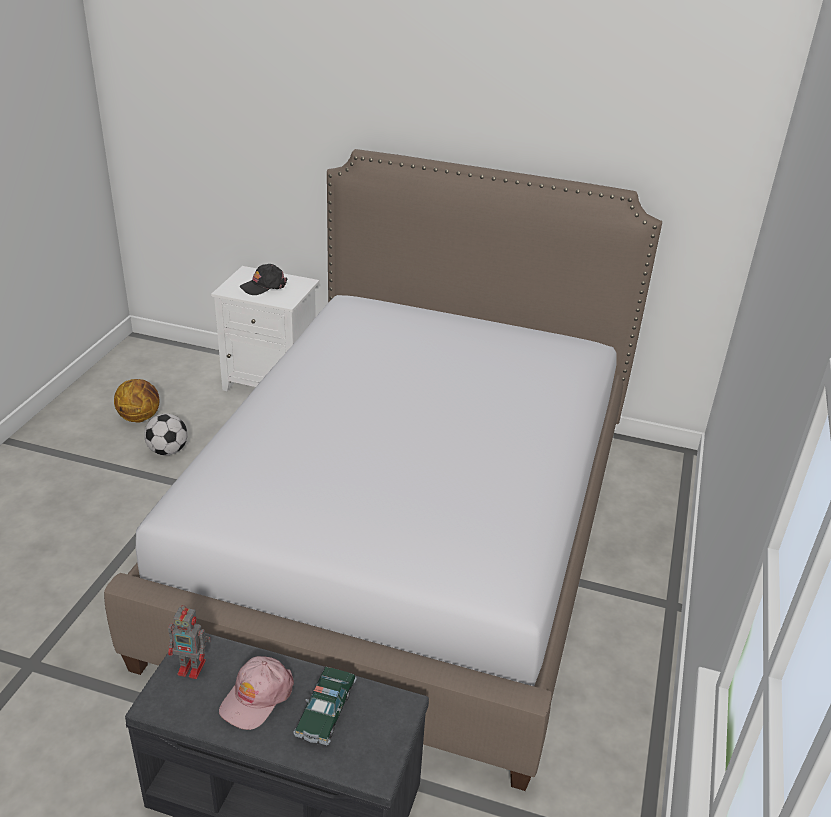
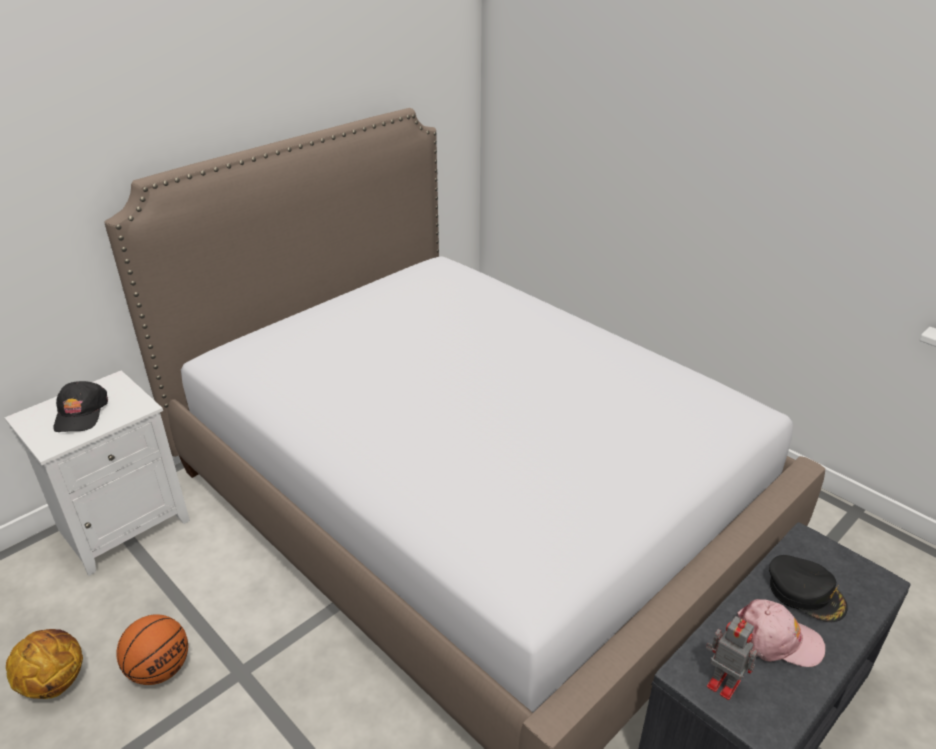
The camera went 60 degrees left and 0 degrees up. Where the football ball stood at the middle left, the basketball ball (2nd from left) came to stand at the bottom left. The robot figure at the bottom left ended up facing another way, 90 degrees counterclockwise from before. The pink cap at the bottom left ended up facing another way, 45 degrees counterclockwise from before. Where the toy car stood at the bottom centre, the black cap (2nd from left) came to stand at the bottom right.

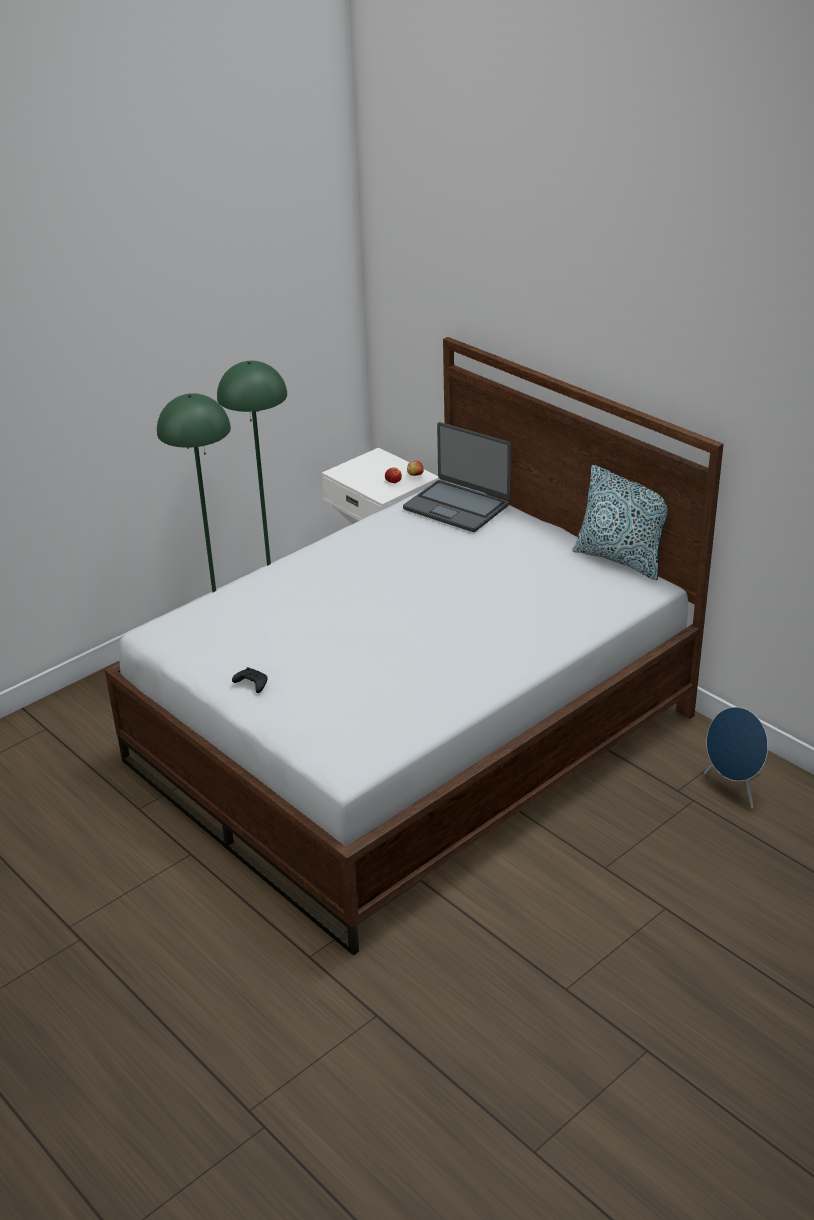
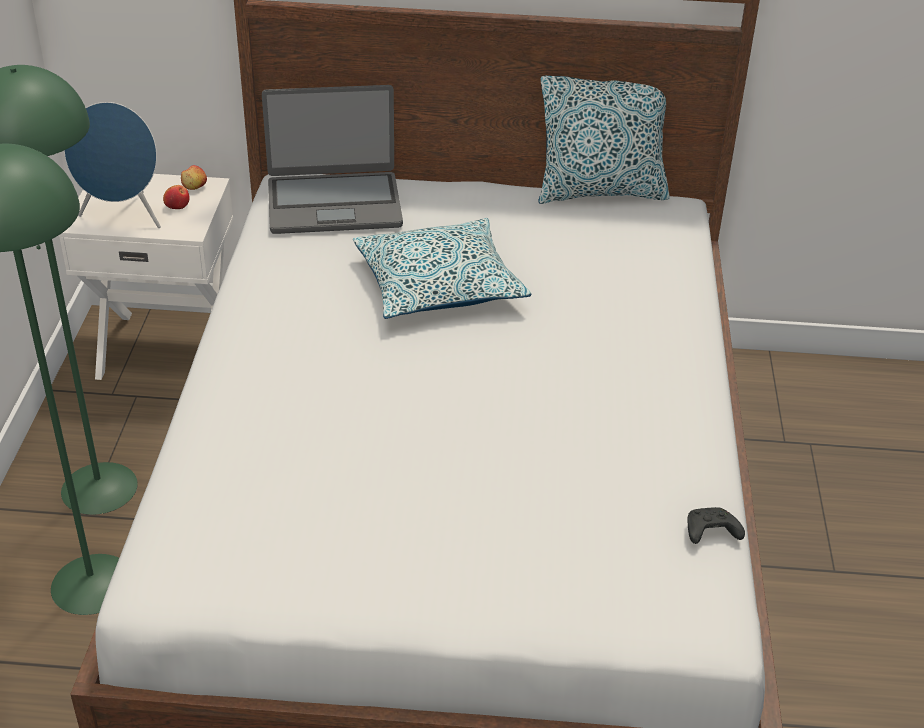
The camera went 45 degrees left and 5 degrees up. The bluish speaker ended up elsewhere, having gone from the middle right to the top left. The second view gained the throw pillow (1st from left) at the centre. The black joypad ended up elsewhere, having gone from the middle left to the bottom right.

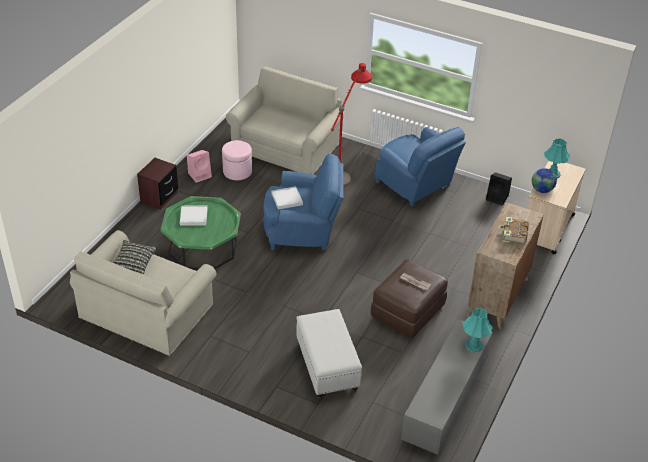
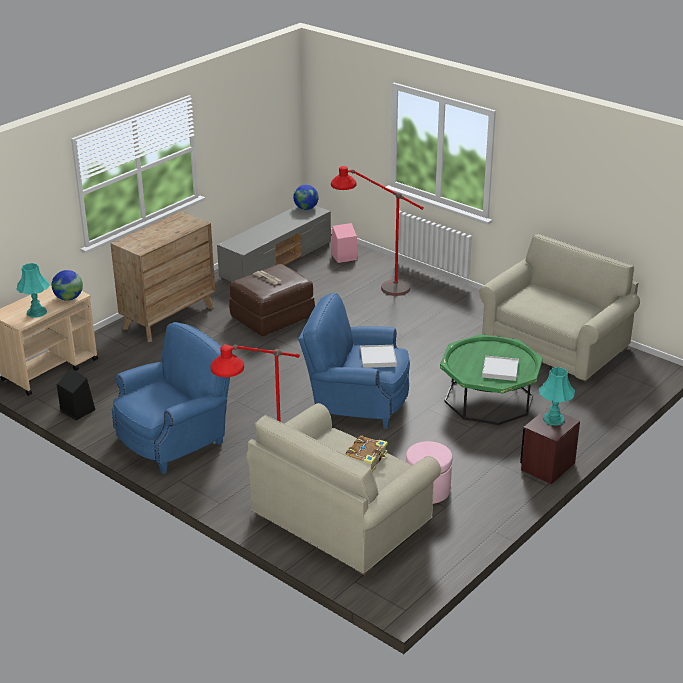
The camera went 165 degrees left and 10 degrees down. The bluish armchair (2nd from left in the first image) at the centre ended up facing another way, 75 degrees clockwise from before. The second view gained the desk globe (2nd from left) at the top centre. Where the white-coloured footrest stood at the bottom centre, the red standard lamp (2nd from left) came to stand at the centre. The pink speaker ended up elsewhere, having gone from the middle left to the centre. The book ended up elsewhere, having gone from the middle right to the centre. The turquoise-coloured lamp for a table (1st from left in the first image) ended up elsewhere, having gone from the bottom right to the middle right. The second view lost the throw pillow at the middle left.

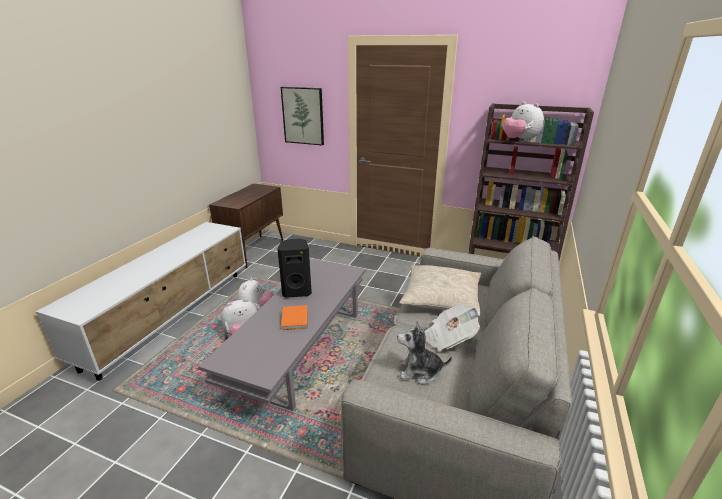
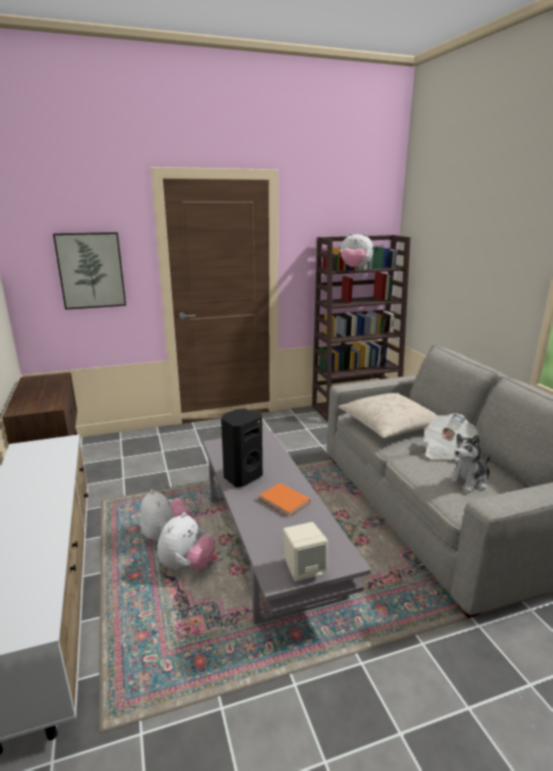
The camera went 40 degrees left and 5 degrees down. The second view gained the sand-coloured speaker at the bottom centre.

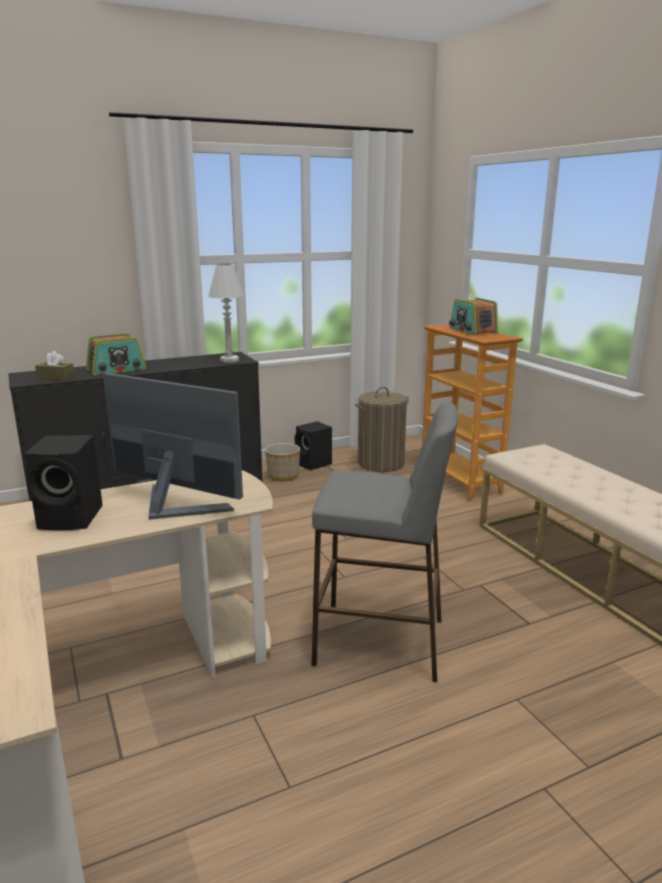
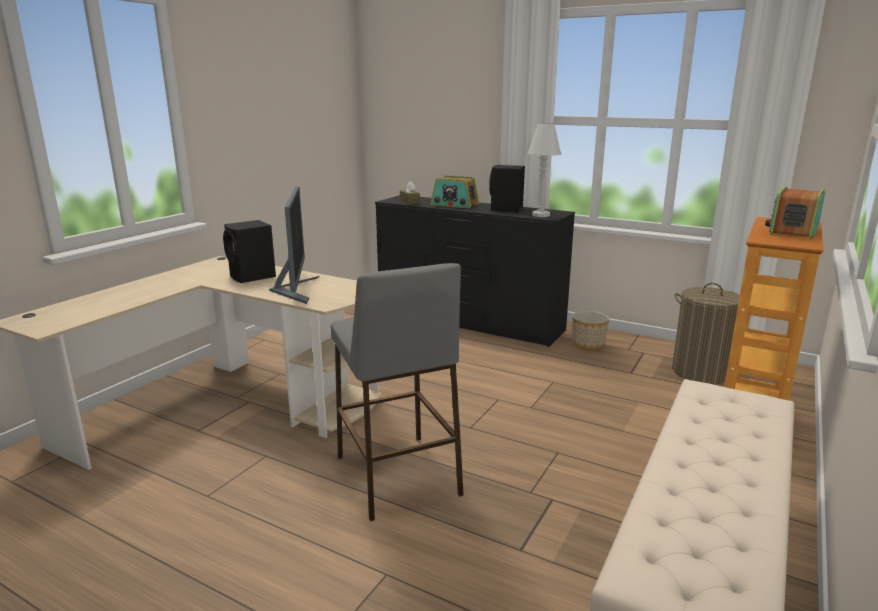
The camera went 55 degrees right and 0 degrees up. The black speaker (2nd from left) ended up elsewhere, having gone from the centre to the top centre.

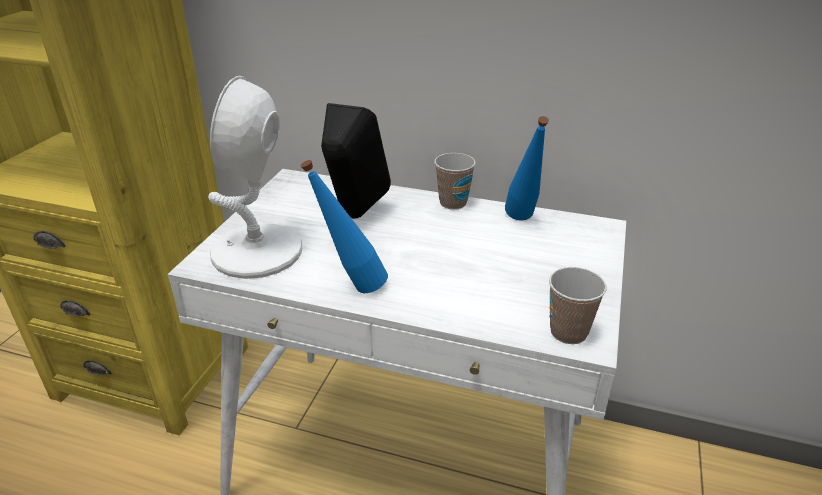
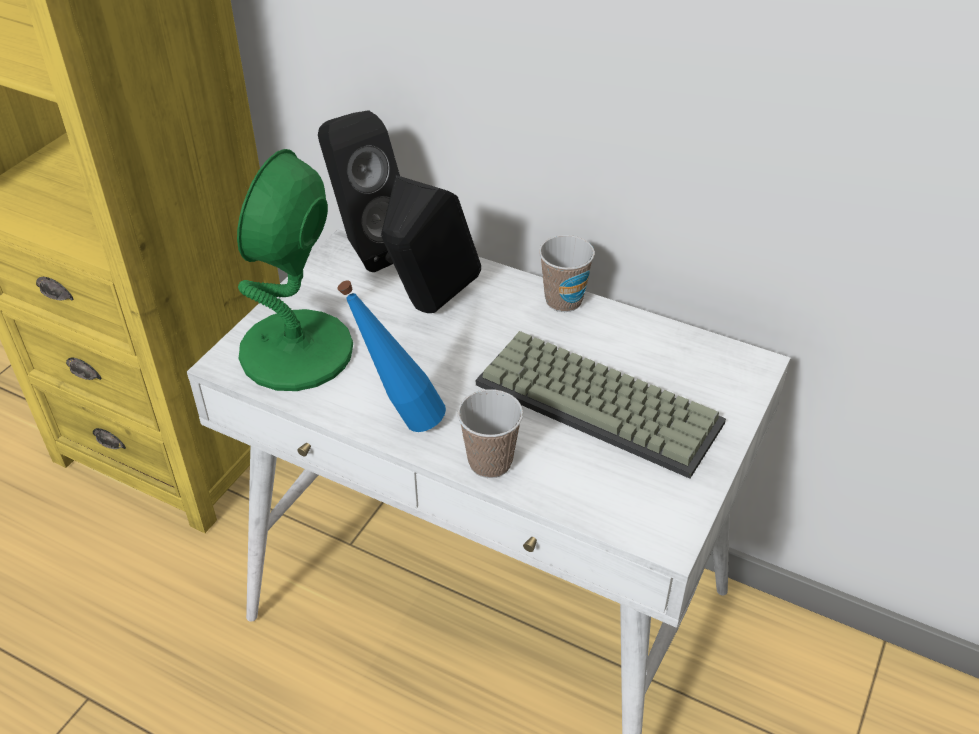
The camera went 10 degrees right and 10 degrees up. What was the white-coloured lamp for a table at the middle left turned into the greenish lamp for a table at the middle left. The second view gained the black speaker (1st from left) at the top centre. The small cup (2nd from left in the first image) ended up elsewhere, having gone from the middle right to the centre. The second view gained the computer keyboard at the centre. The second view lost the bluish beverage bottle (2nd from left) at the centre.

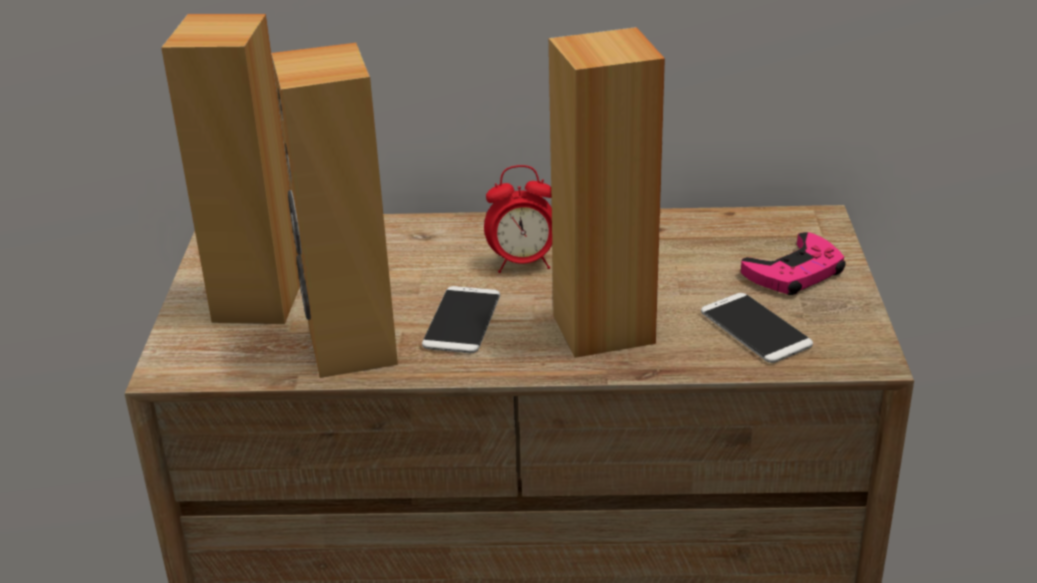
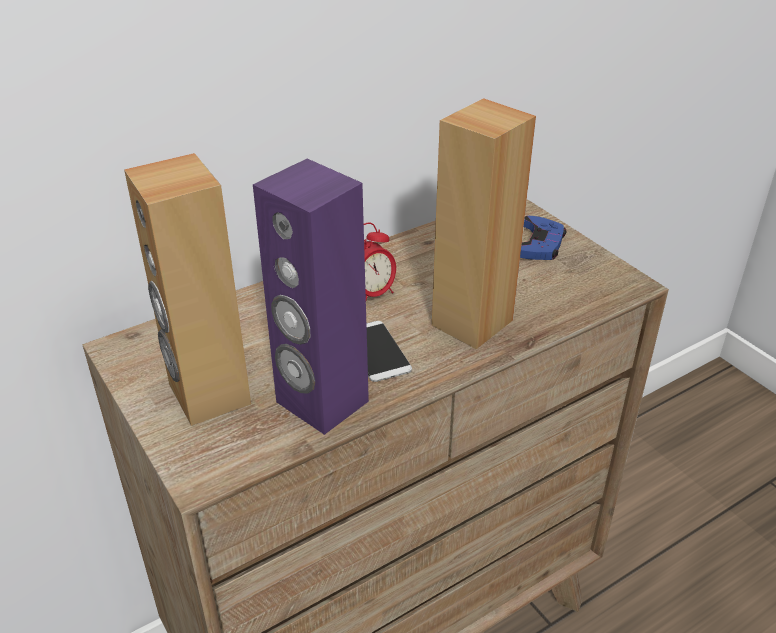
The camera went 35 degrees left and 5 degrees up. What was the brownish speaker (2nd from left) at the middle left turned into the purple-coloured speaker at the centre. What was the pink joypad at the middle right turned into the bluish joypad at the middle right. The second view lost the telephone (2nd from left) at the middle right.

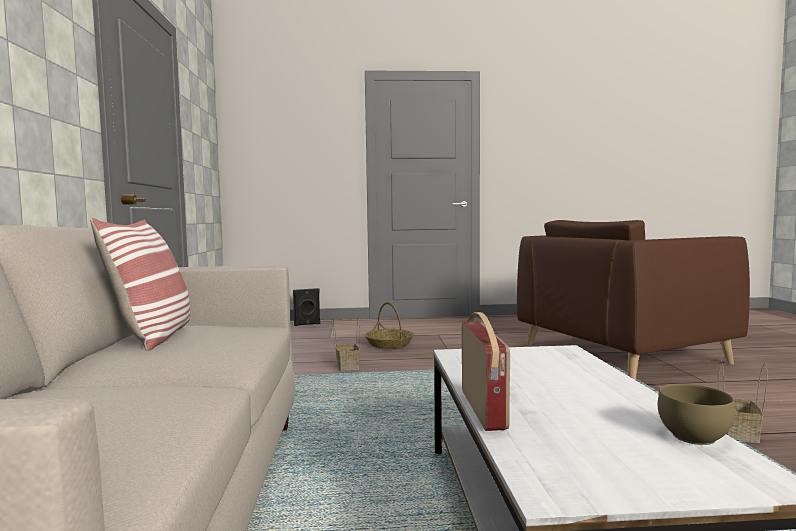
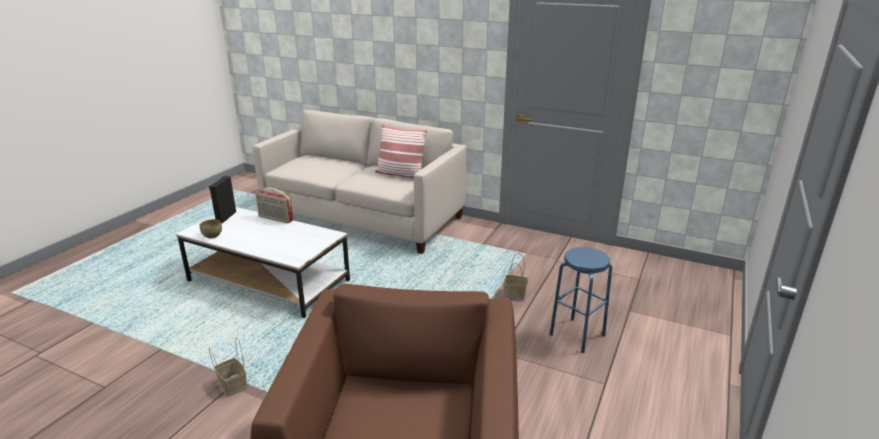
The camera went 120 degrees right and 20 degrees up. The black speaker ended up elsewhere, having gone from the centre to the middle left. Where the storage basket (2nd from left) stood at the centre, the bluish stool came to stand at the bottom centre.

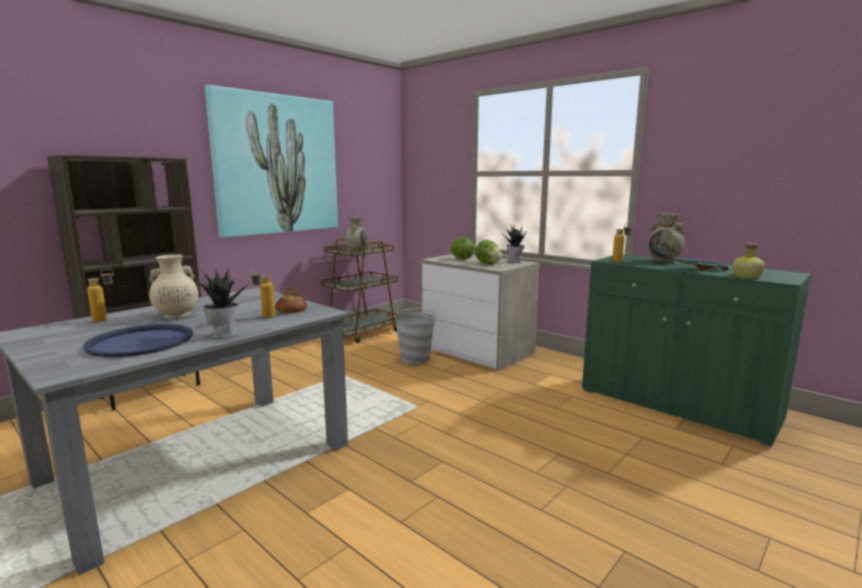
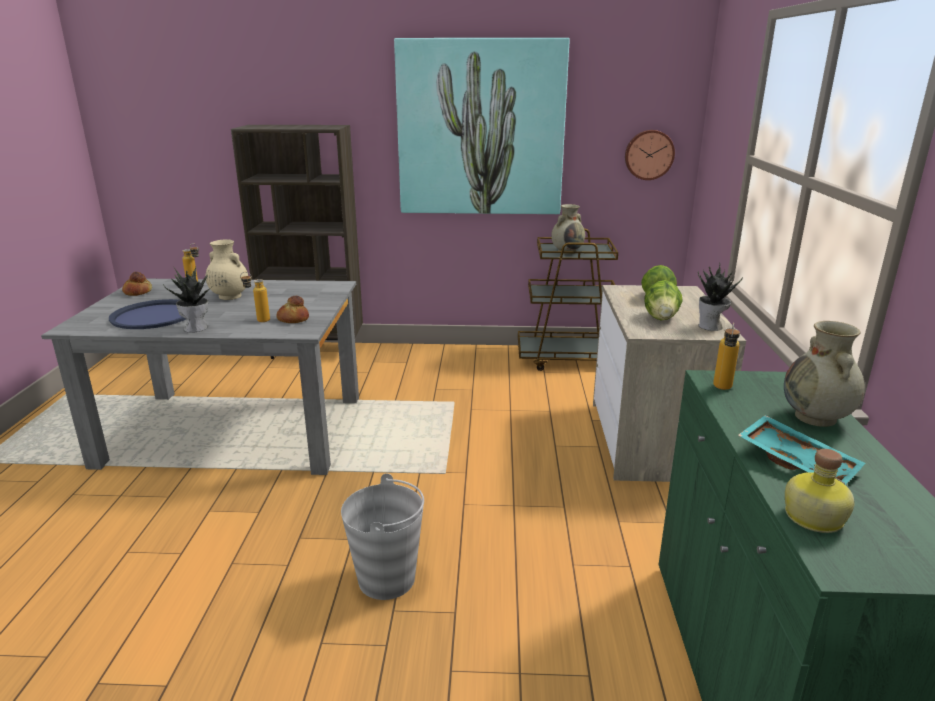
The camera went 50 degrees right and 10 degrees up. The second view gained the bakery bread (1st from left) at the middle left. The greyish water bucket ended up elsewhere, having gone from the centre to the bottom centre. The second view gained the clock on the wall at the top right.

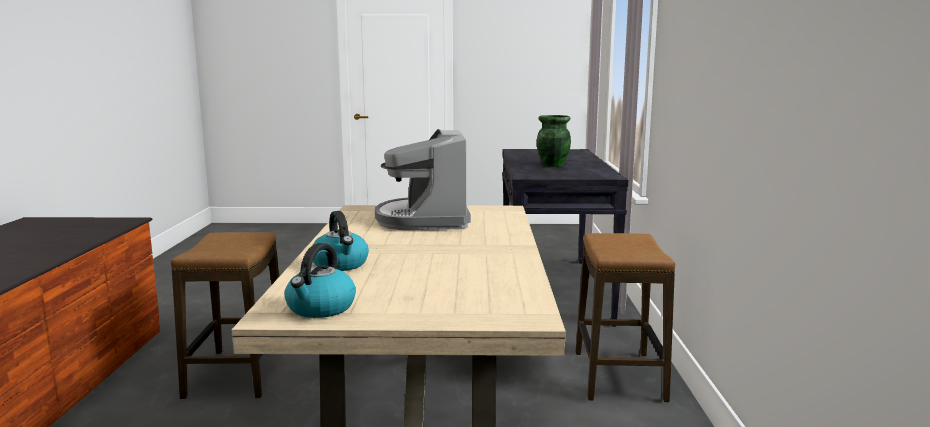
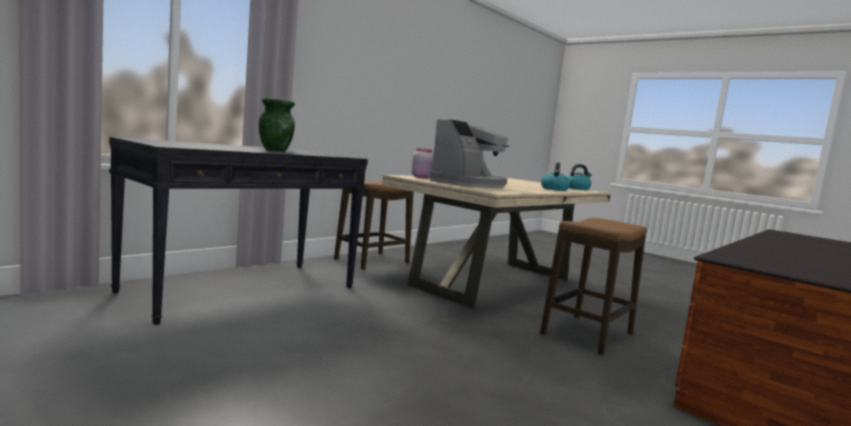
The camera went 140 degrees left and 5 degrees down. The second view gained the pink jar at the centre.

